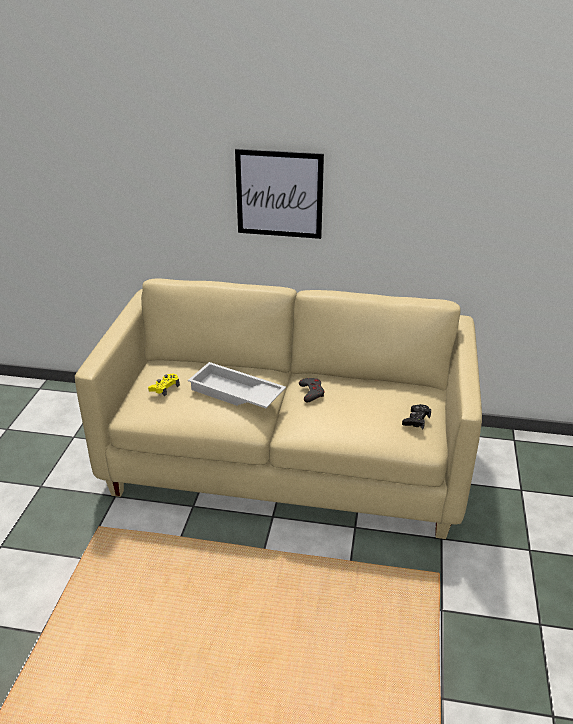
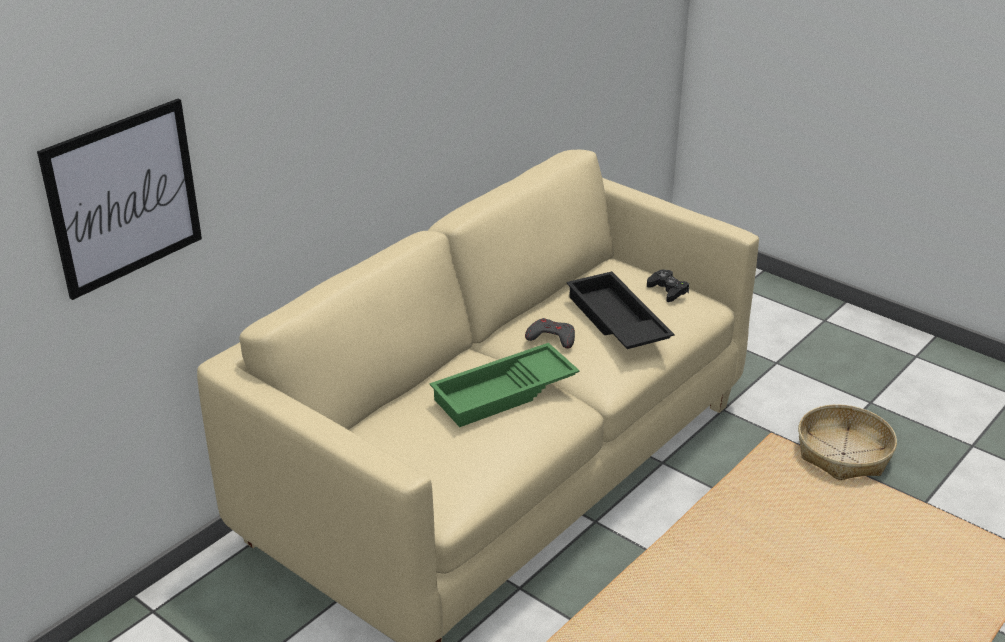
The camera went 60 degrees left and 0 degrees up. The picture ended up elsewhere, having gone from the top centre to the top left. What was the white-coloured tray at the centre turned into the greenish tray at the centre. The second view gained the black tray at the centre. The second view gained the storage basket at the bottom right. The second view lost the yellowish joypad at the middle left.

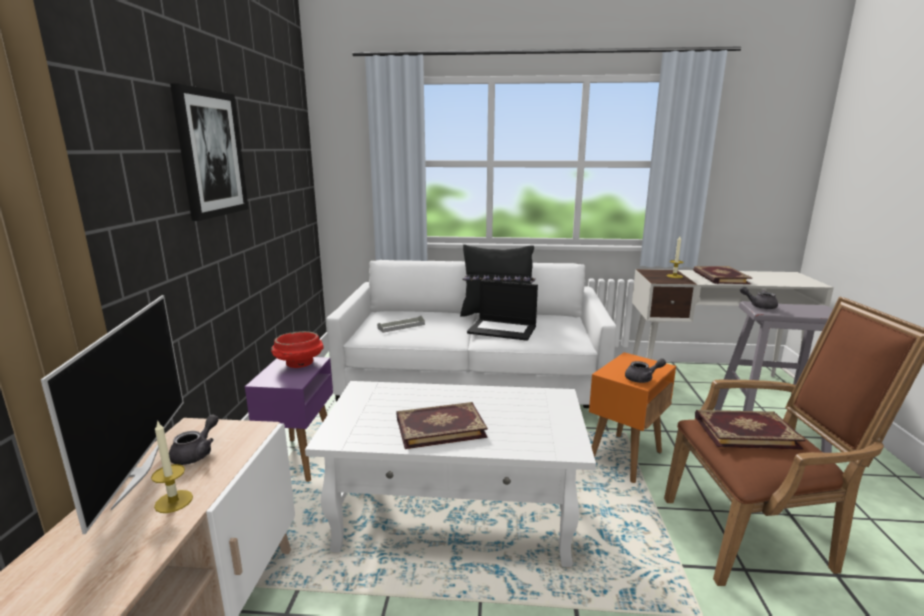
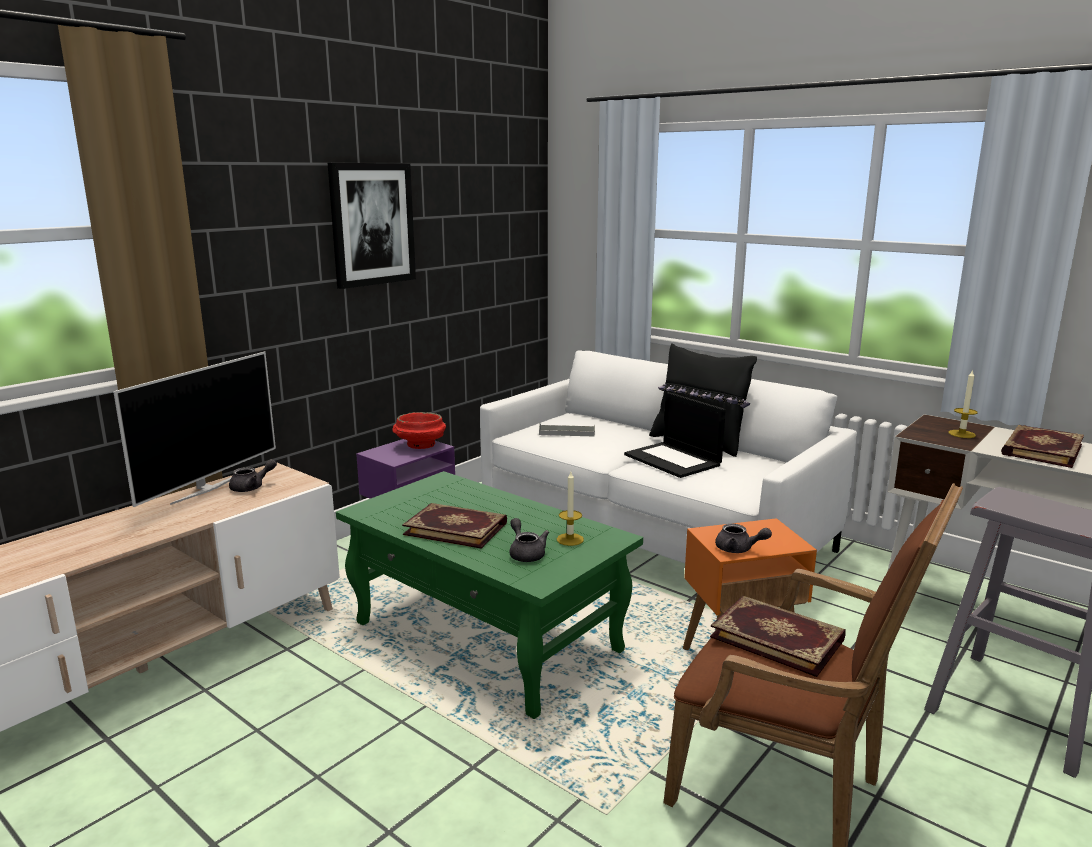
The camera went 35 degrees right and 0 degrees up. What was the white-coloured lounge table at the bottom centre turned into the greenish lounge table at the bottom centre. The greyish tea pot (3rd from left in the first image) ended up elsewhere, having gone from the middle right to the centre. The candle (1st from left) ended up elsewhere, having gone from the bottom left to the centre.

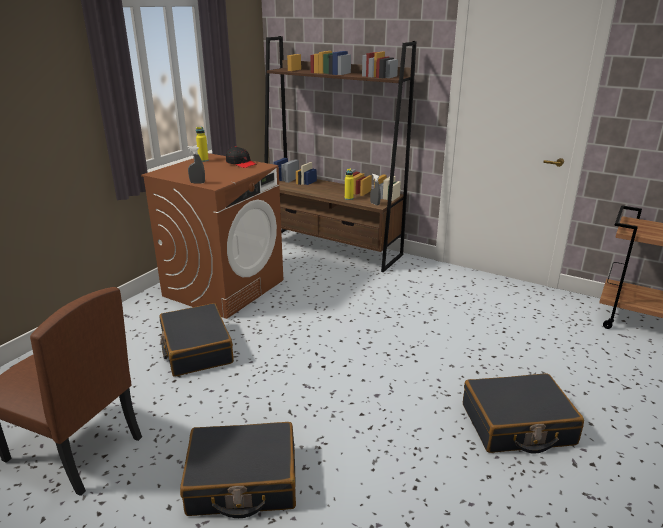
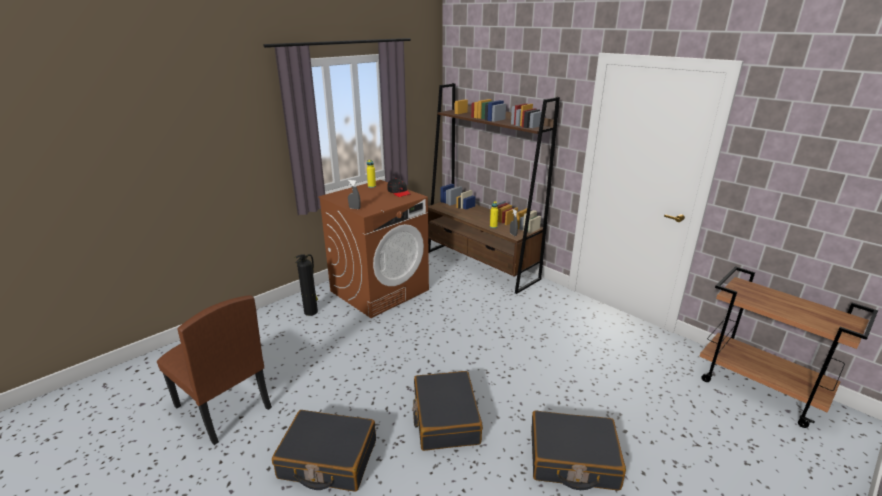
The camera went 15 degrees right and 0 degrees up. The second view gained the fire-fighting cylinder at the centre. The black piece of luggage (1st from left in the first image) ended up elsewhere, having gone from the middle left to the bottom centre.

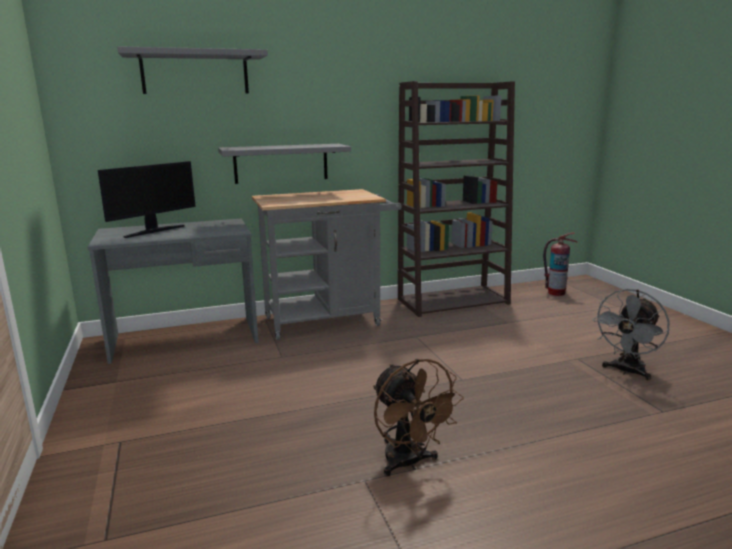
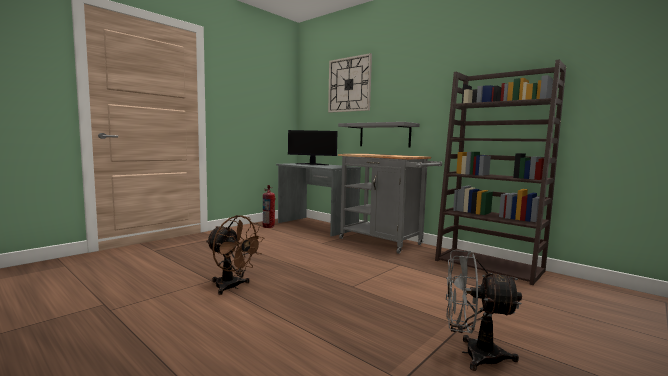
The camera went 60 degrees right and 10 degrees down. The brownish electric fan at the bottom centre ended up facing another way, 90 degrees counterclockwise from before. The fire-fighting cylinder ended up elsewhere, having gone from the middle right to the centre. Where the greyish shelf (1st from left) hung at the top left, the clock on the wall came to hang at the top centre.

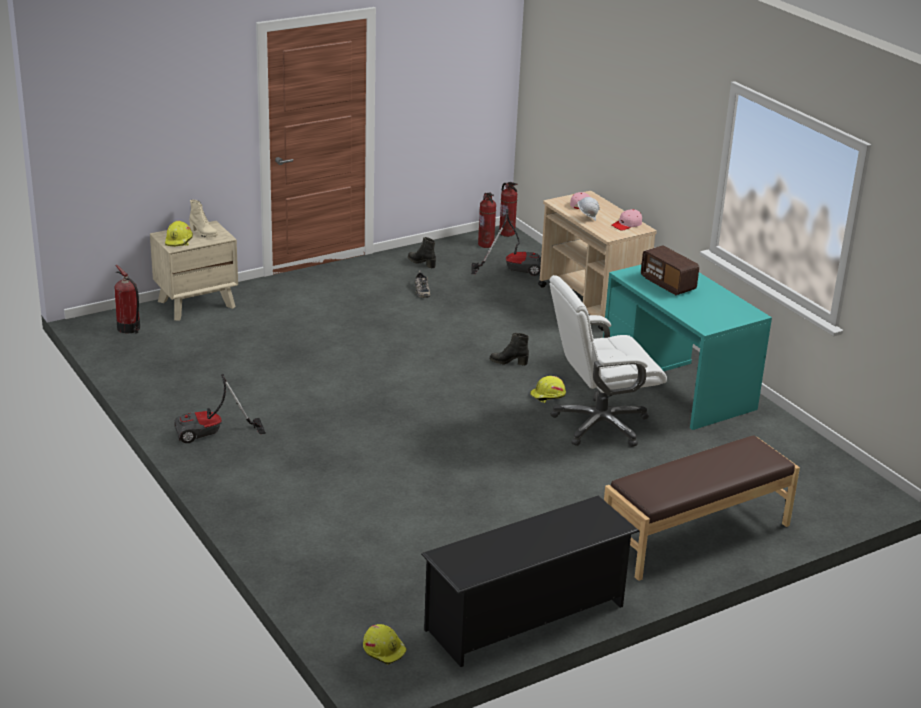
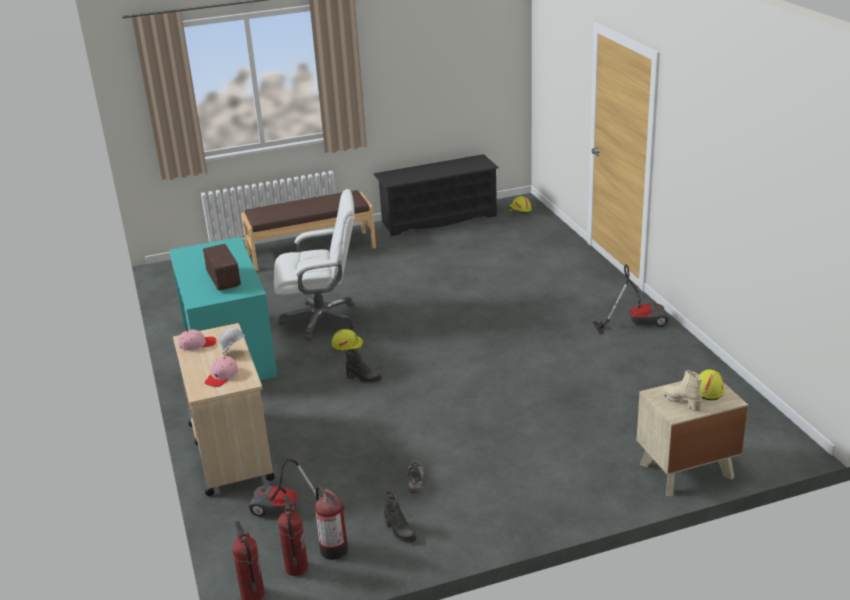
The camera went 165 degrees left and 0 degrees up. The fire-fighting cylinder (1st from left in the first image) ended up elsewhere, having gone from the middle left to the bottom centre.

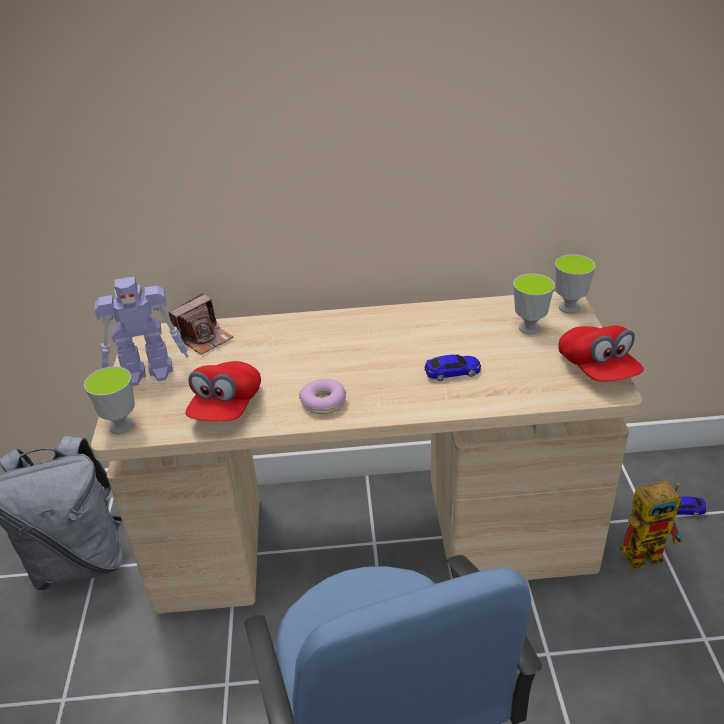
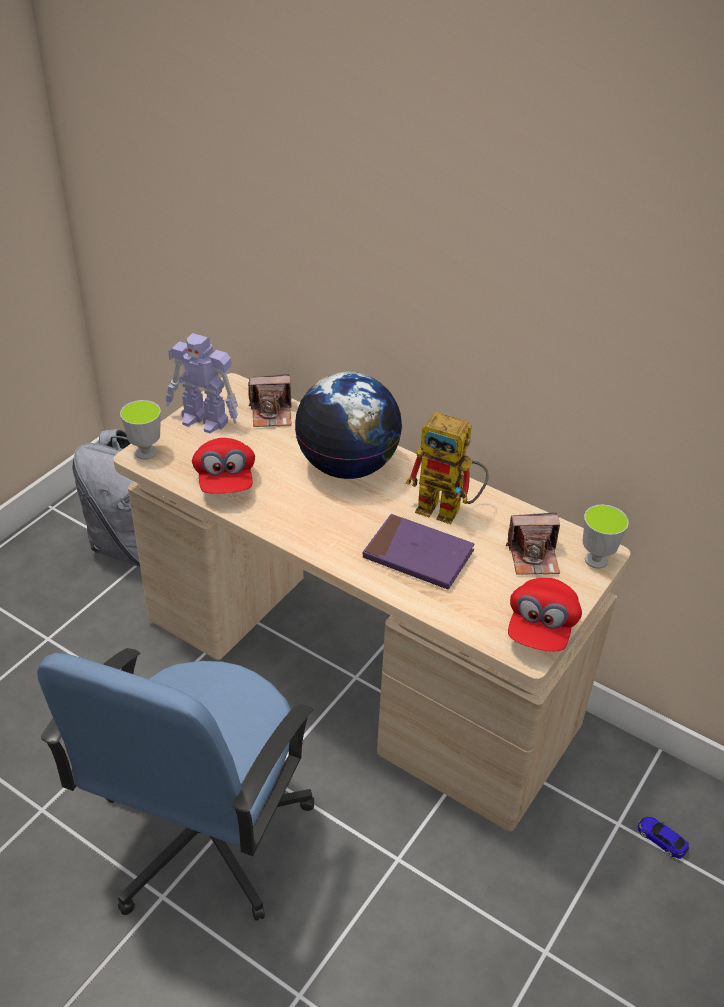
The camera went 35 degrees right and 5 degrees up. The red cap (1st from left) at the middle left ended up facing another way, 60 degrees counterclockwise from before. The second view gained the desk globe at the centre. Where the toy car (1st from left) stood at the centre, the purple-coloured book came to stand at the centre. The robot figure (2nd from left) ended up elsewhere, having gone from the bottom right to the centre. Where the small cup (2nd from left) stood at the middle right, the photo camera (2nd from left) came to stand at the middle right. The second view lost the donut at the centre.

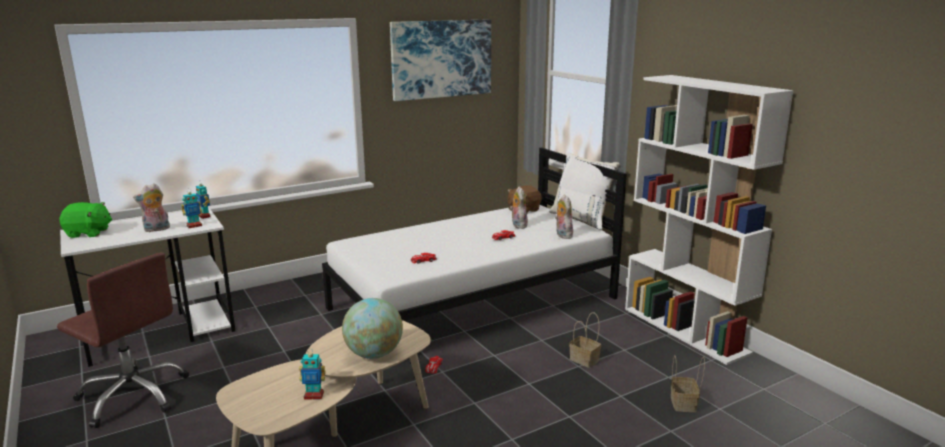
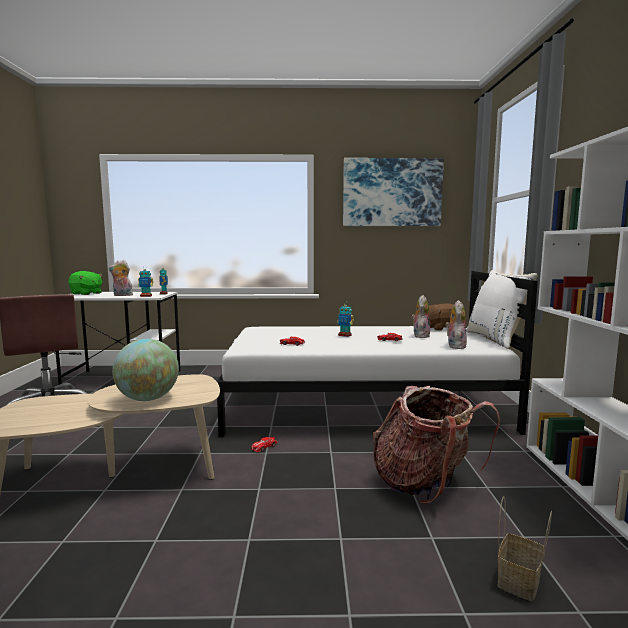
The camera went 30 degrees right and 10 degrees down. The robot figure (3rd from left) ended up elsewhere, having gone from the bottom left to the centre. Where the storage basket (1st from left) stood at the bottom centre, the backpack came to stand at the bottom right.

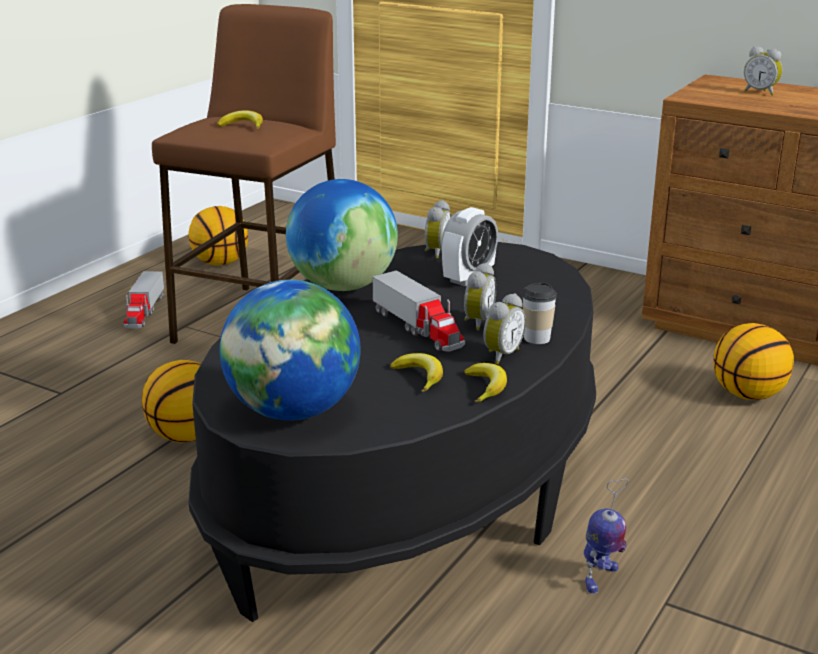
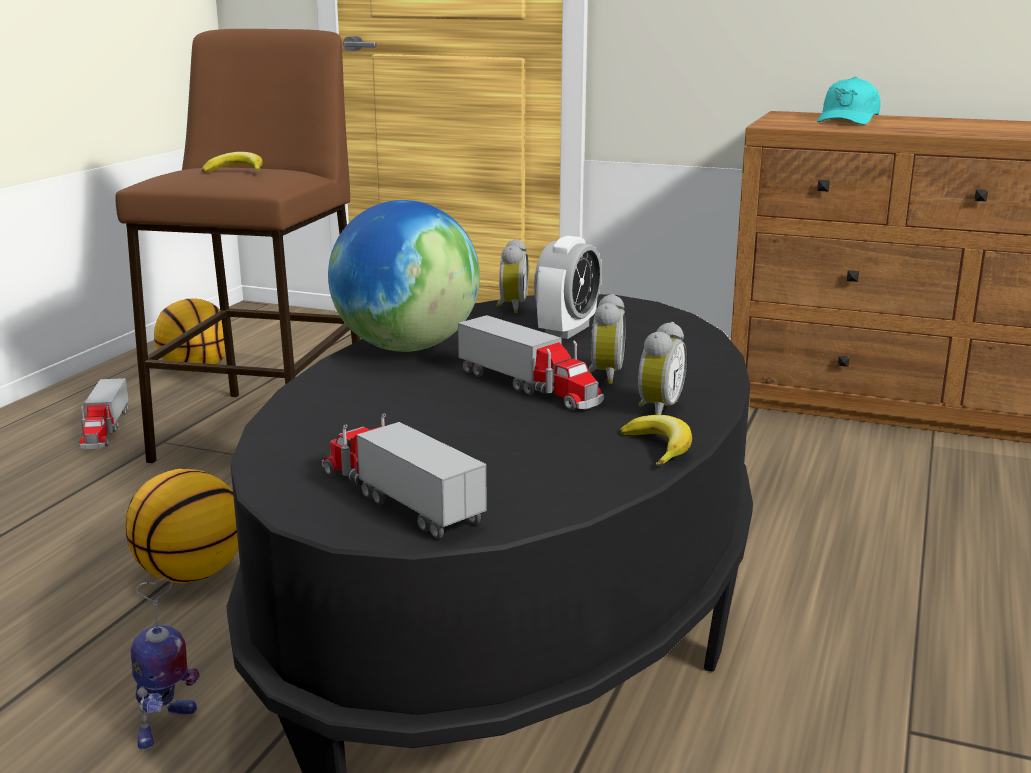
The camera went 10 degrees left and 5 degrees down. The robot figure ended up elsewhere, having gone from the bottom right to the bottom left. Where the desk globe (1st from left) stood at the centre, the toy truck (2nd from left) came to stand at the centre. Where the table clock (5th from left) stood at the top right, the turquoise-coloured cap came to stand at the top right. The second view lost the whole banana (2nd from left) at the centre. The second view lost the small cup at the centre. The second view lost the basketball ball (3rd from left) at the middle right.

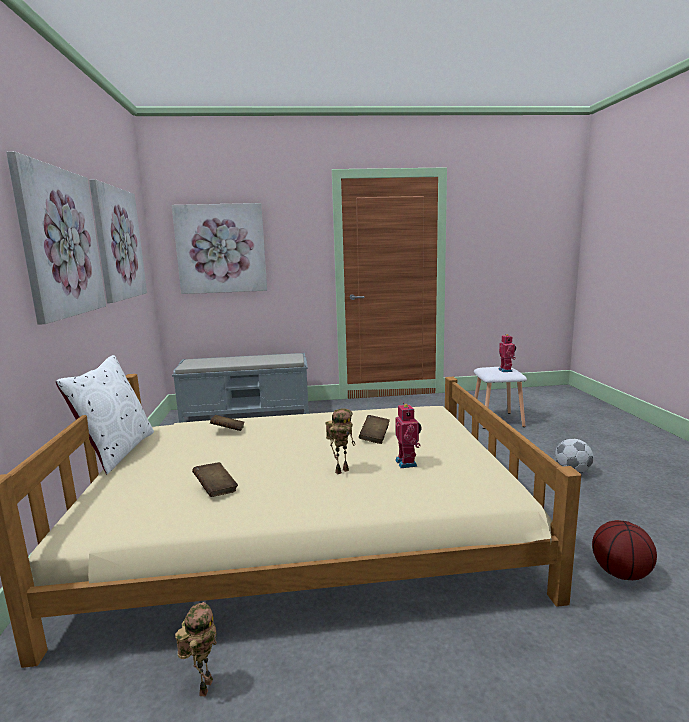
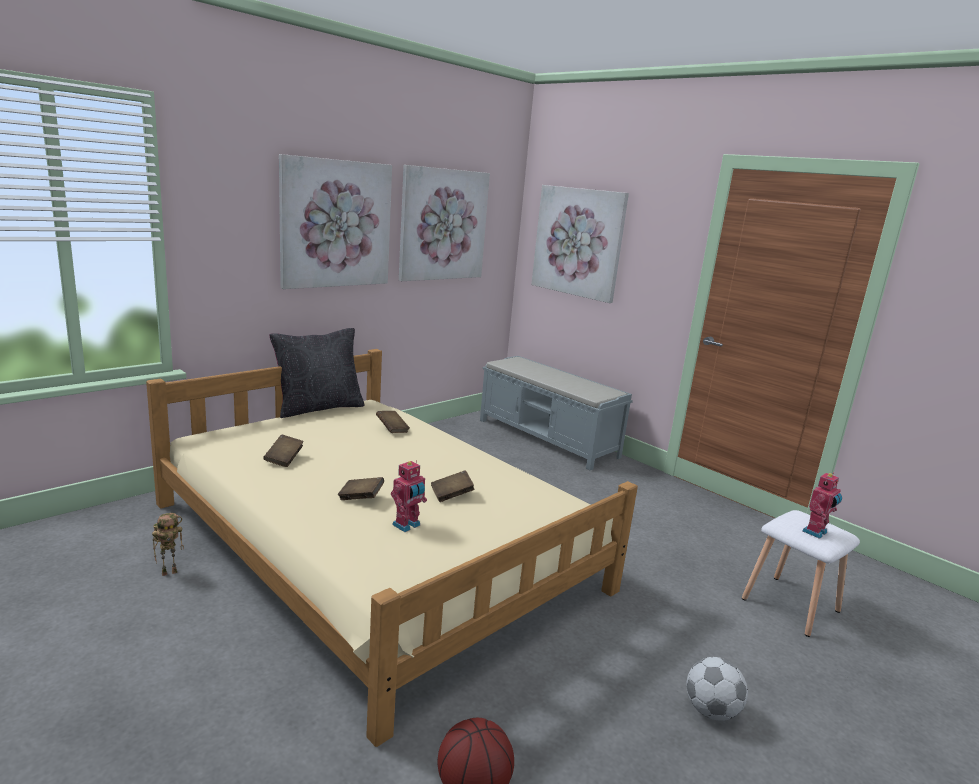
The camera went 50 degrees right and 5 degrees up. What was the white-coloured throw pillow at the middle left turned into the black throw pillow at the middle left. Where the robot figure (2nd from left) stood at the centre, the brownish book (2nd from left) came to stand at the centre.

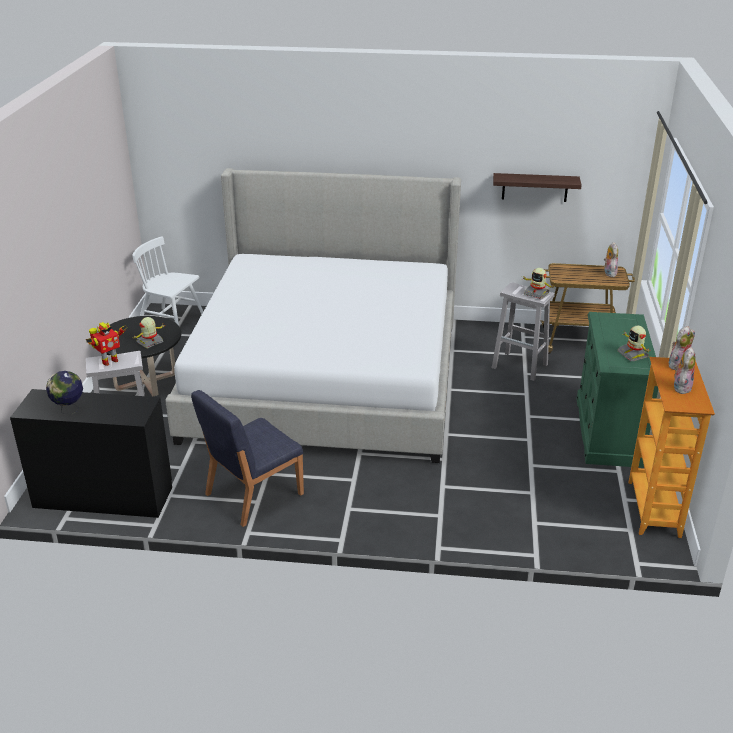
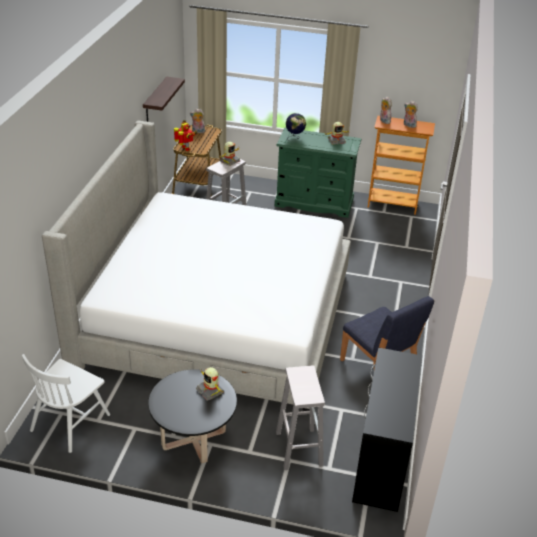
The camera went 85 degrees left and 5 degrees up. The robot figure (1st from left) ended up elsewhere, having gone from the middle left to the top centre. The desk globe ended up elsewhere, having gone from the middle left to the top centre.

